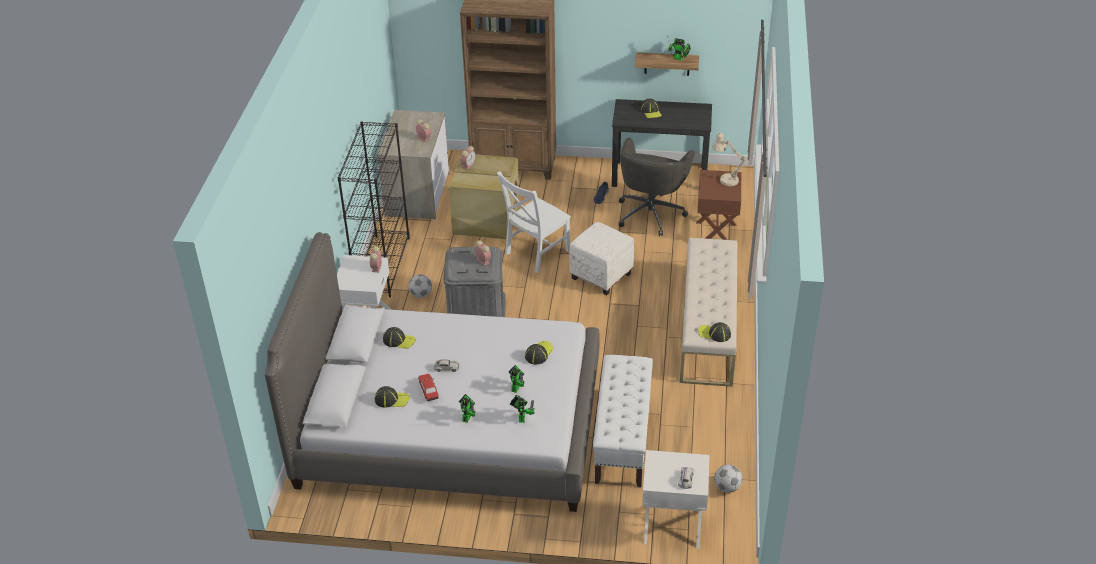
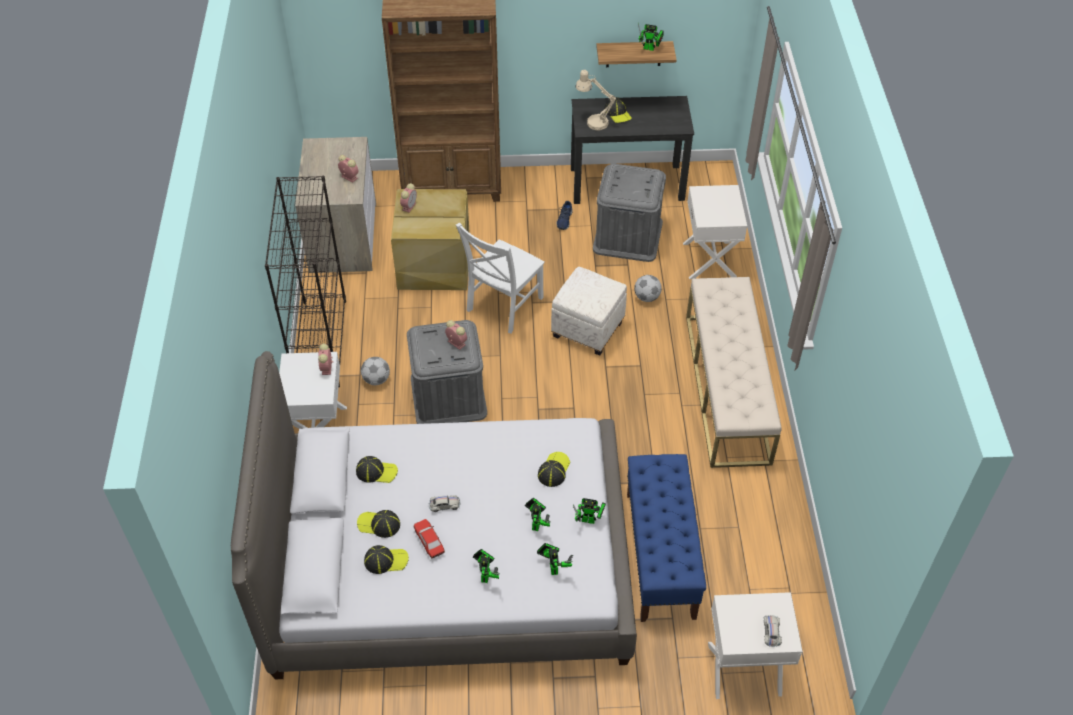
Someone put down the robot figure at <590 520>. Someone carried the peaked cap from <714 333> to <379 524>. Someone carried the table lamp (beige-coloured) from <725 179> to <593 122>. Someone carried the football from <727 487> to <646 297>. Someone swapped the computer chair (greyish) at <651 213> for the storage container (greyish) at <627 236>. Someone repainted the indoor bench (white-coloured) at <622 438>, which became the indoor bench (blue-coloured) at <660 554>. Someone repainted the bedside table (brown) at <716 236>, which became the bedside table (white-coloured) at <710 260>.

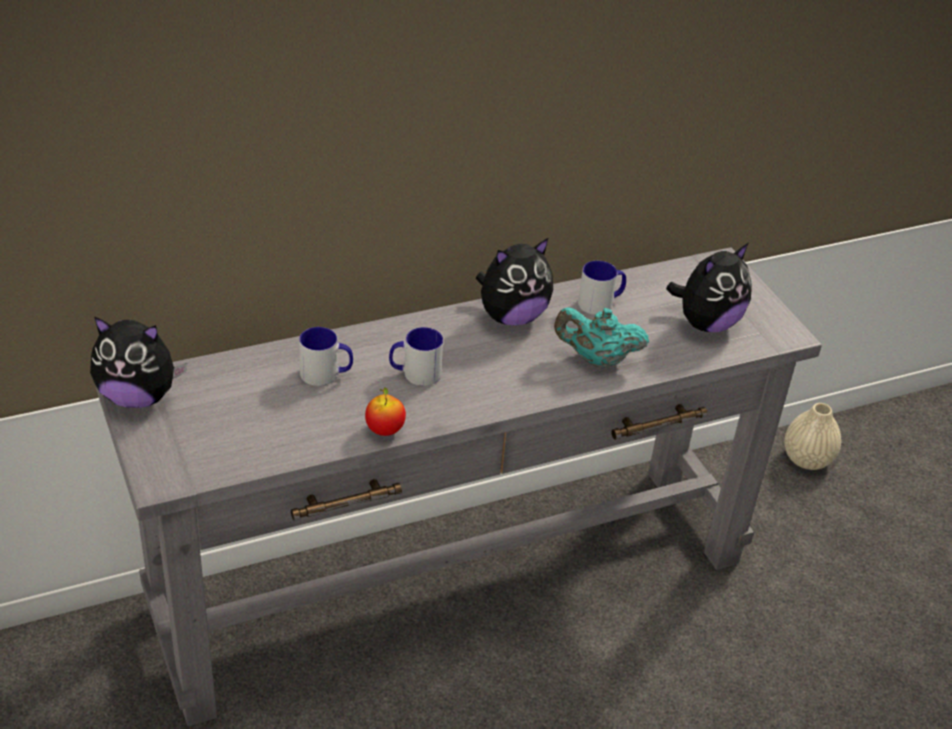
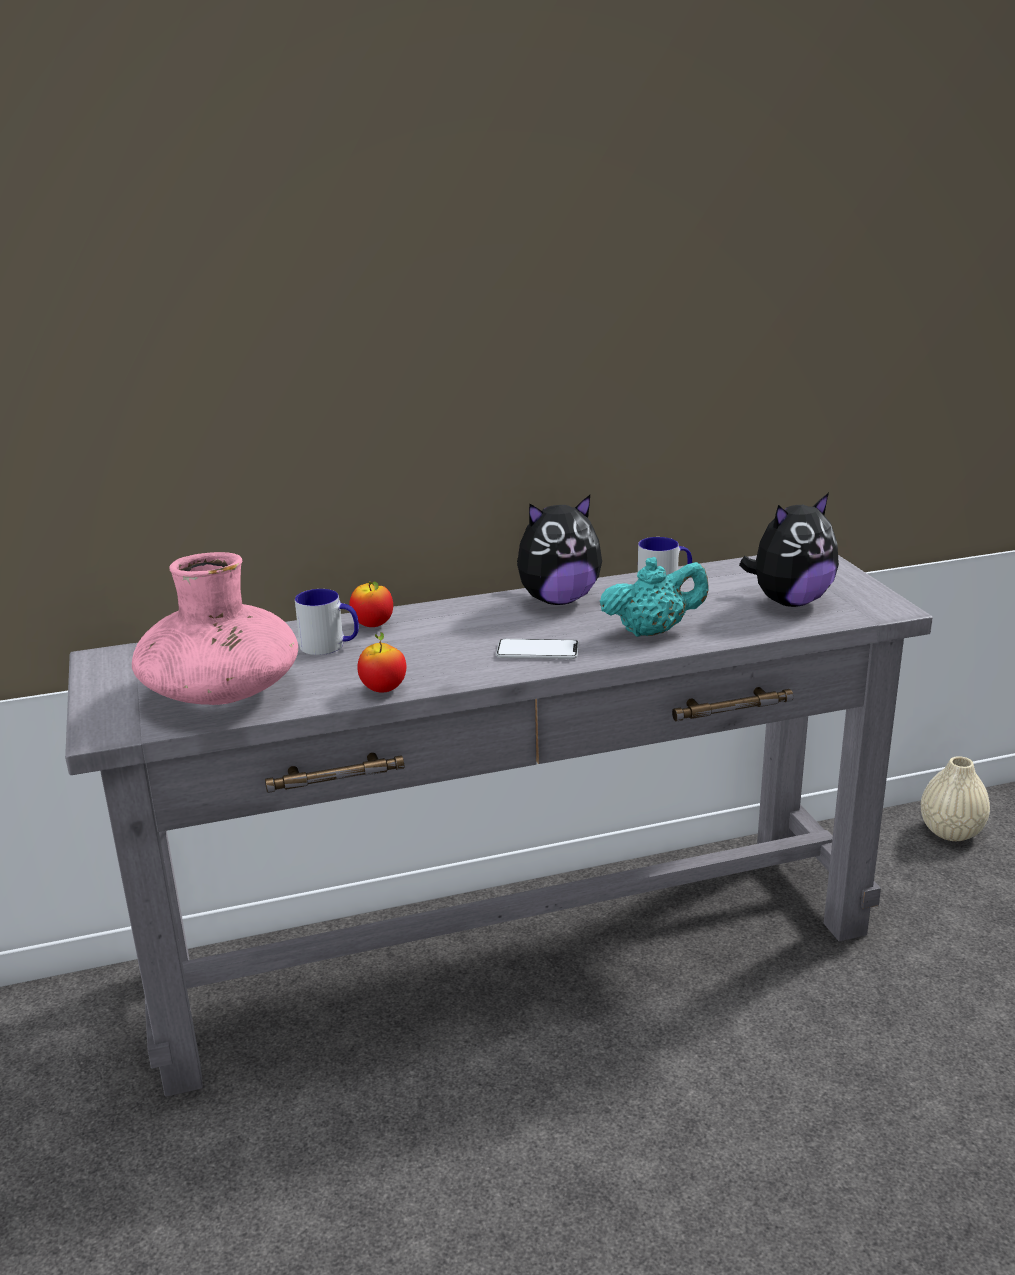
Someone took away the soft toy at <138 397>. Someone took away the tea mug at <414 373>. Someone put down the flower vase (pinkish) at <221 693>. Someone put down the whole apple at <373 625>. Someone put down the handset at <537 651>. Someone rotated the pot for tea (turquoise-coloured) at <597 360> by 150 degrees clockwise.

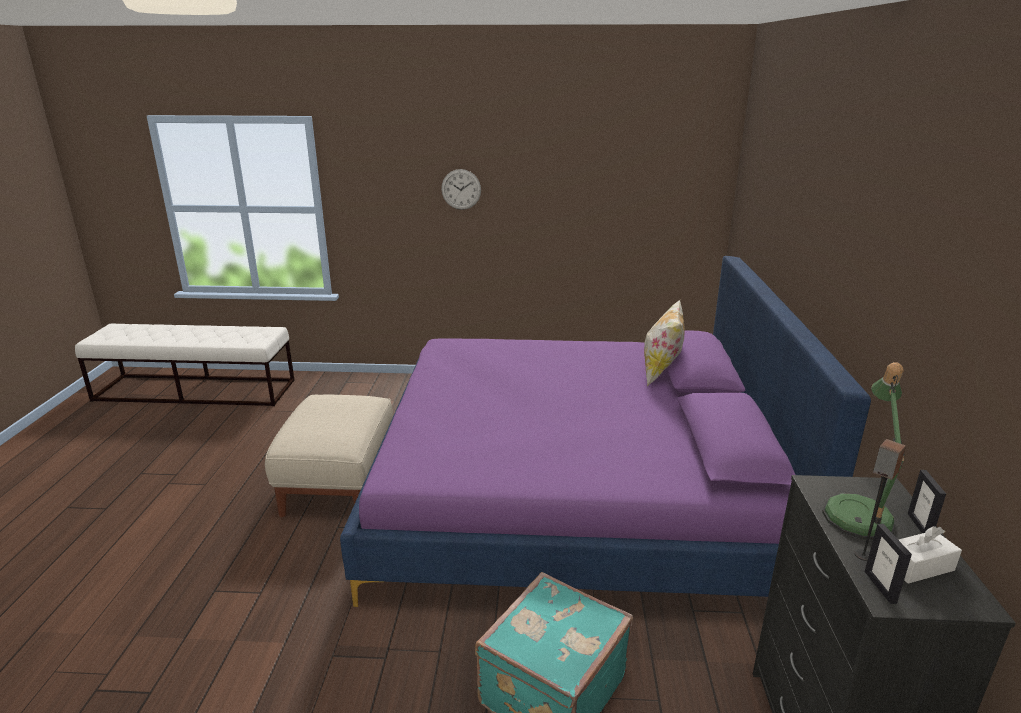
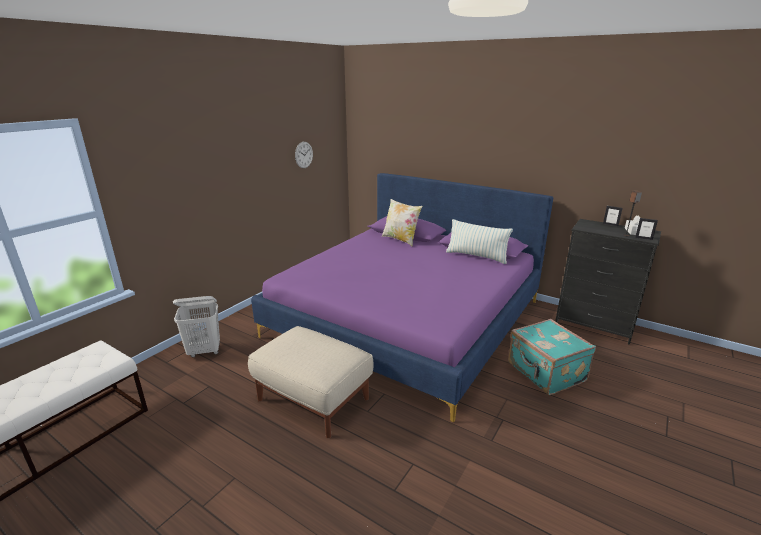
Someone took away the table lamp at <859 512>. Someone put down the laundry basket (white-coloured) at <205 351>. Someone put down the pillow at <476 256>. Someone carried the clock on the wall from <461 189> to <304 155>.

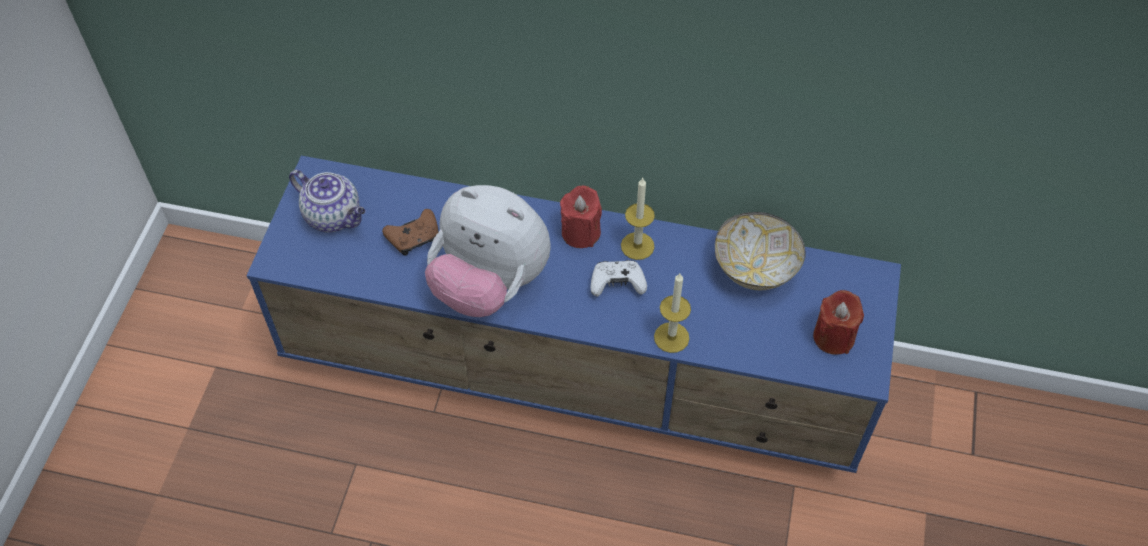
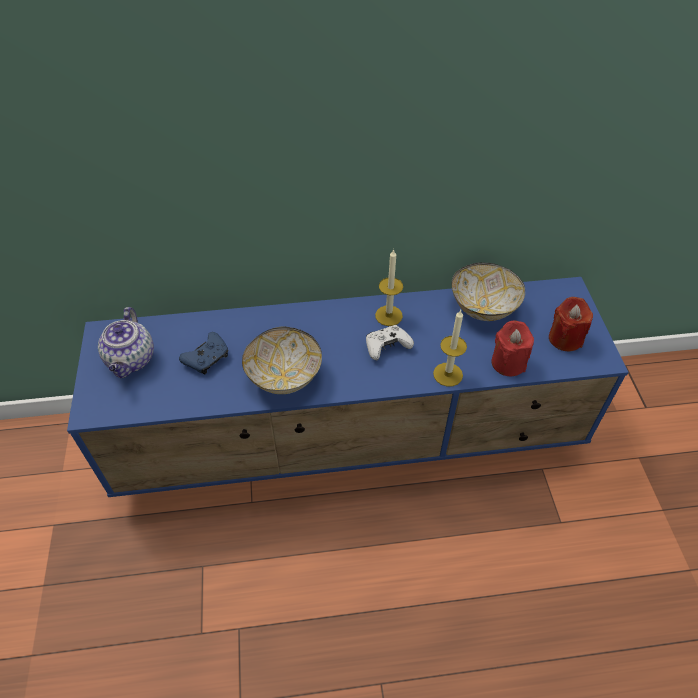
Someone carried the candle (red-coloured) from <580 232> to <508 363>. Someone swapped the soft toy at <489 284> for the deep dish at <285 376>. Someone repainted the game controller (brown) at <414 238>, which became the game controller (blue-coloured) at <207 358>. Someone rotated the pot for tea at <334 216> by 75 degrees clockwise.

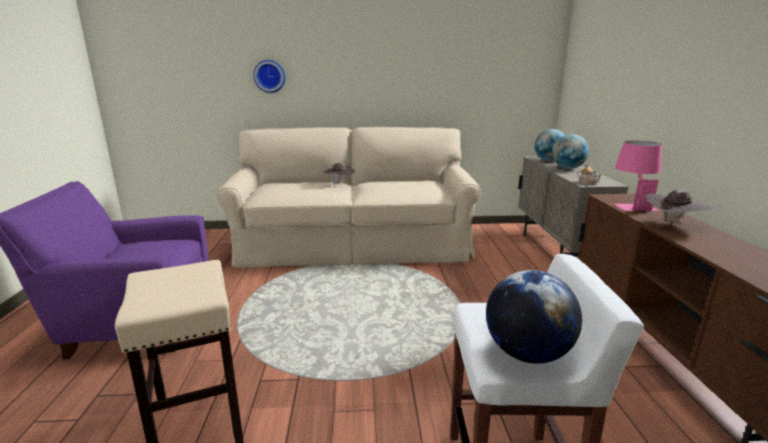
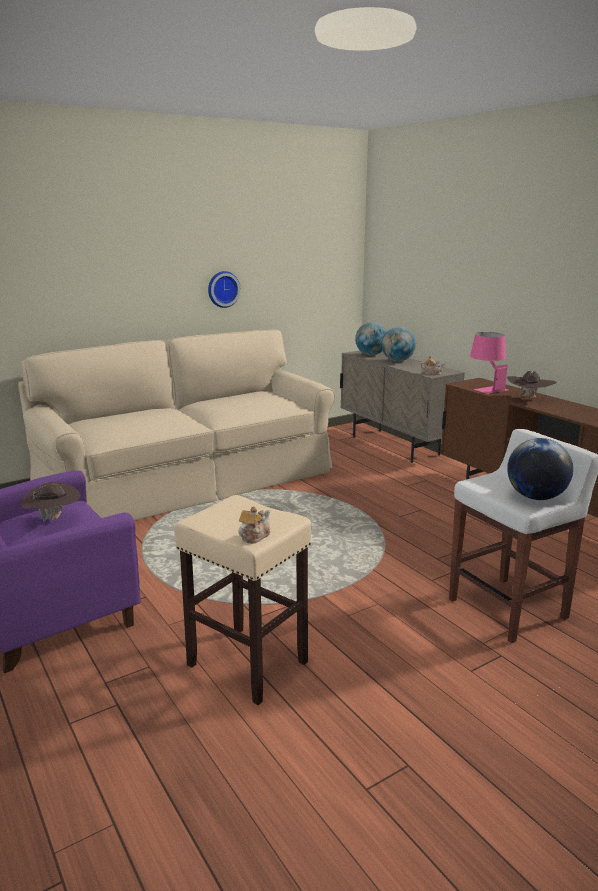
Someone put down the pot for tea at <254 536>. Someone carried the clock on the wall from <269 76> to <222 289>. Someone carried the hat (brown) from <339 184> to <53 519>.

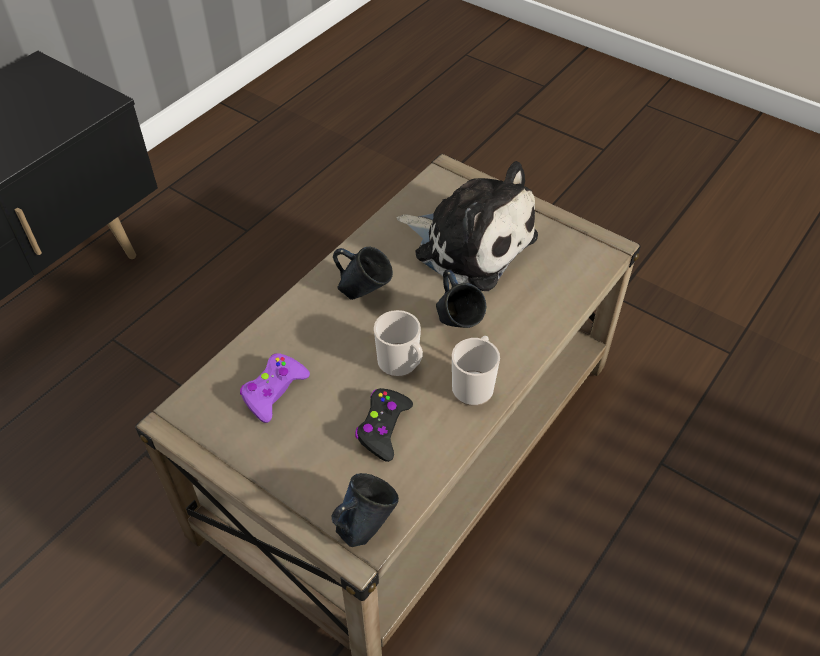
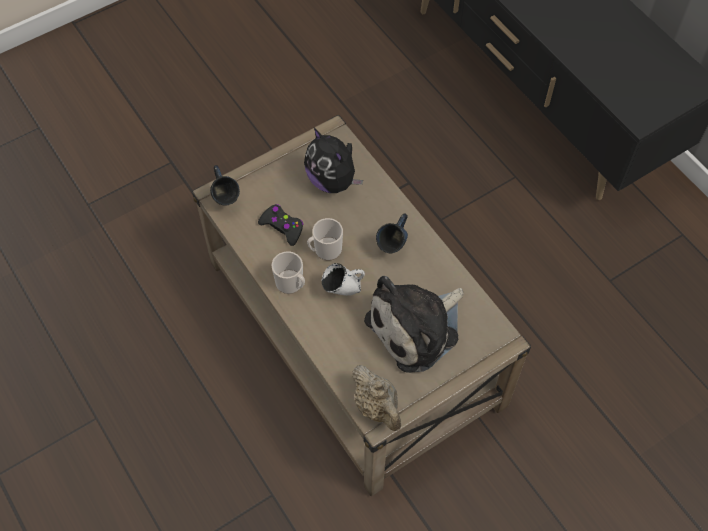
Someone put down the pot for tea (beige-coloured) at <377 407>. Someone swapped the game controller (purple-coloured) at <274 391> for the soft toy at <333 181>. Someone repainted the tea mug (blue-coloured) at <456 325>, which became the tea mug (white-coloured) at <343 291>.

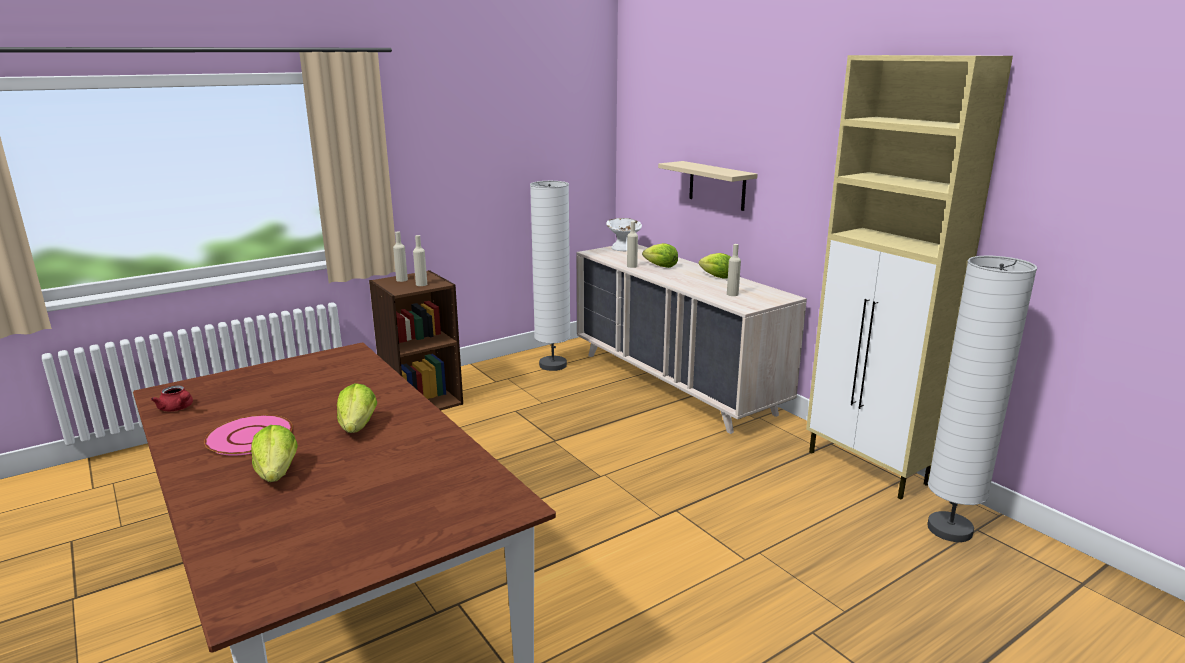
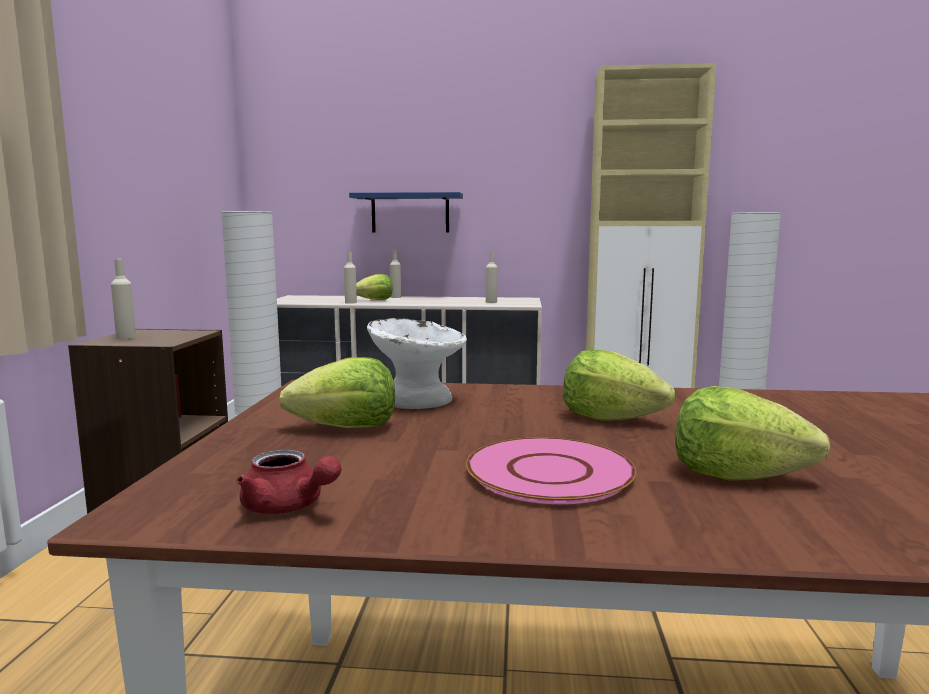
Someone carried the beverage bottle (beige-coloured) from <421 284> to <395 297>. Someone carried the deep dish (white-coloured) from <623 248> to <416 400>. Someone carried the head of lettuce from <717 277> to <346 428>. Someone repainted the shelf (beige-coloured) at <717 185>, which became the shelf (blue-coloured) at <410 213>. Someone rotated the pot for tea (red-coloured) at <177 408> by 45 degrees clockwise.

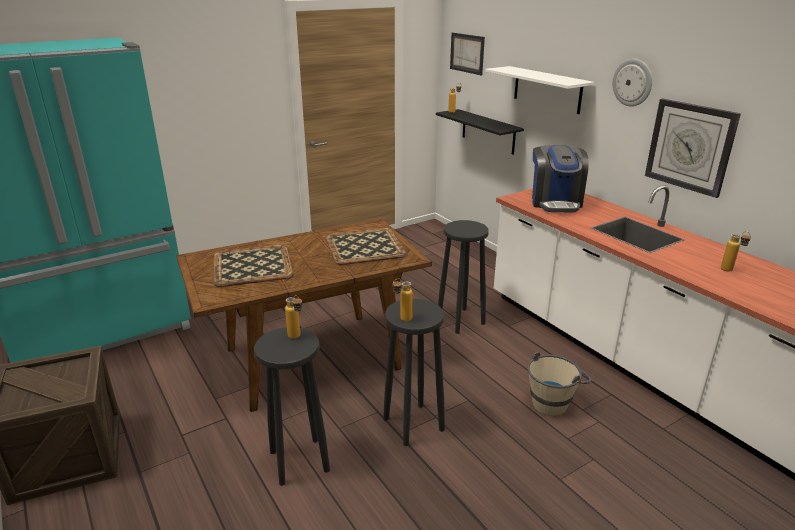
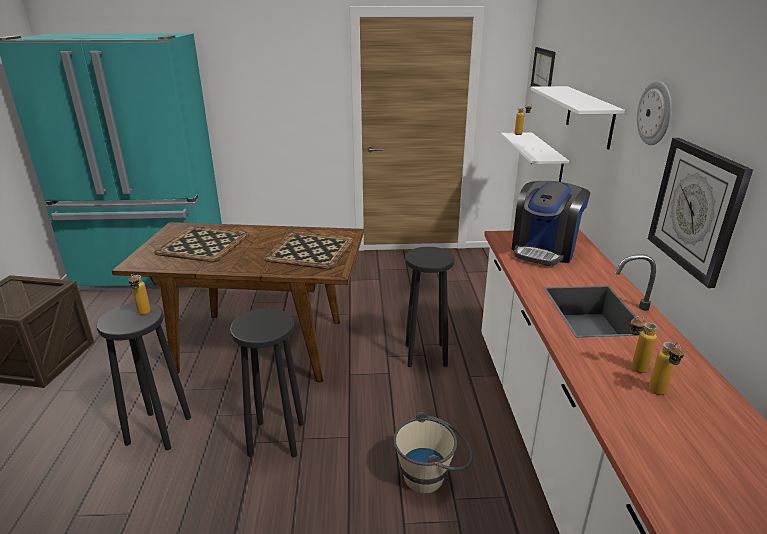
Someone carried the beverage bottle from <402 320> to <632 369>. Someone repainted the shelf (black-coloured) at <488 131>, which became the shelf (white-coloured) at <546 160>.

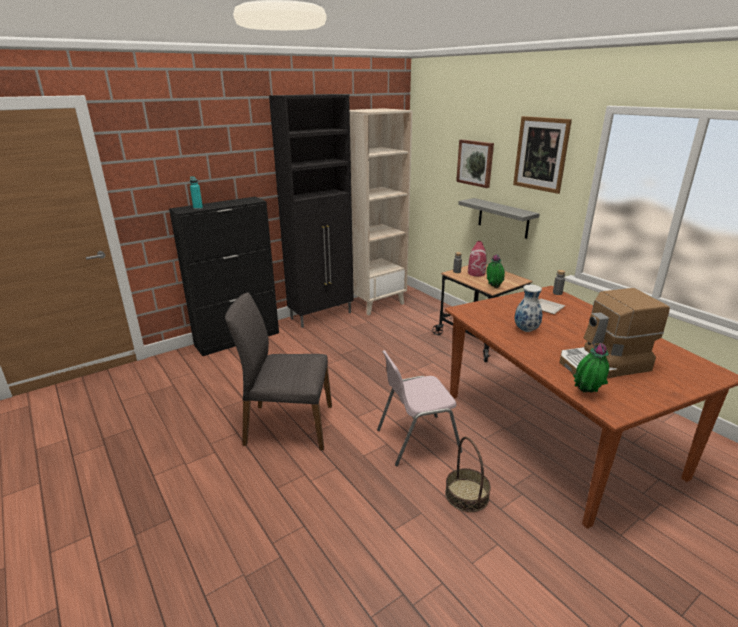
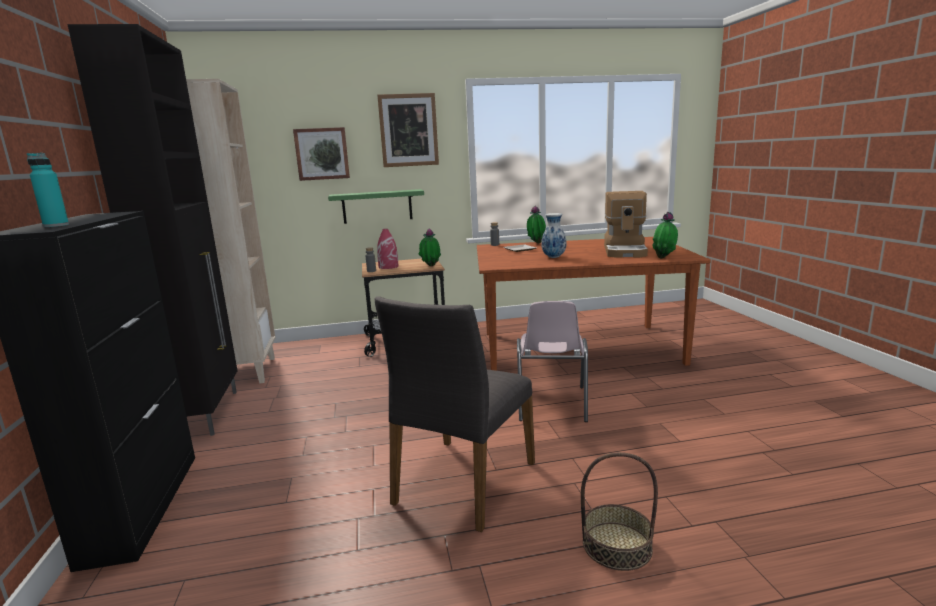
Someone put down the houseplant at <536 243>. Someone carried the basket from <466 495> to <617 546>. Someone repainted the shelf (greyish) at <503 218>, which became the shelf (green) at <377 206>.

